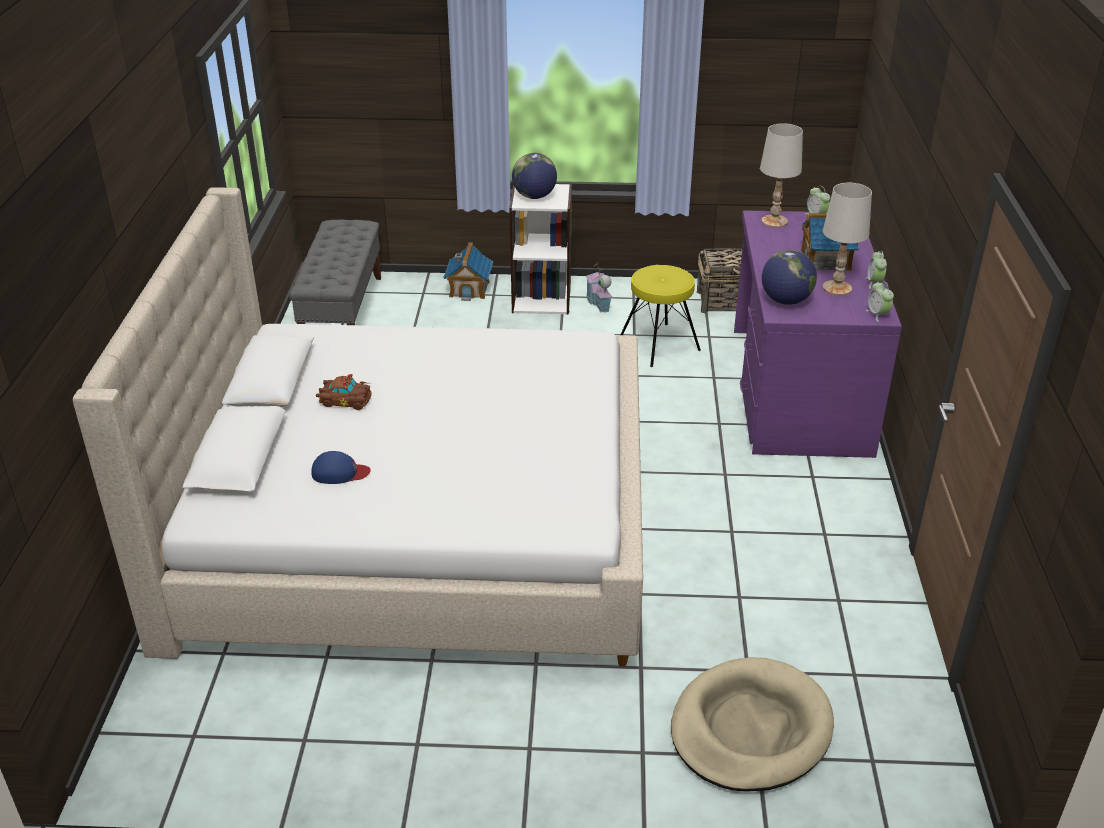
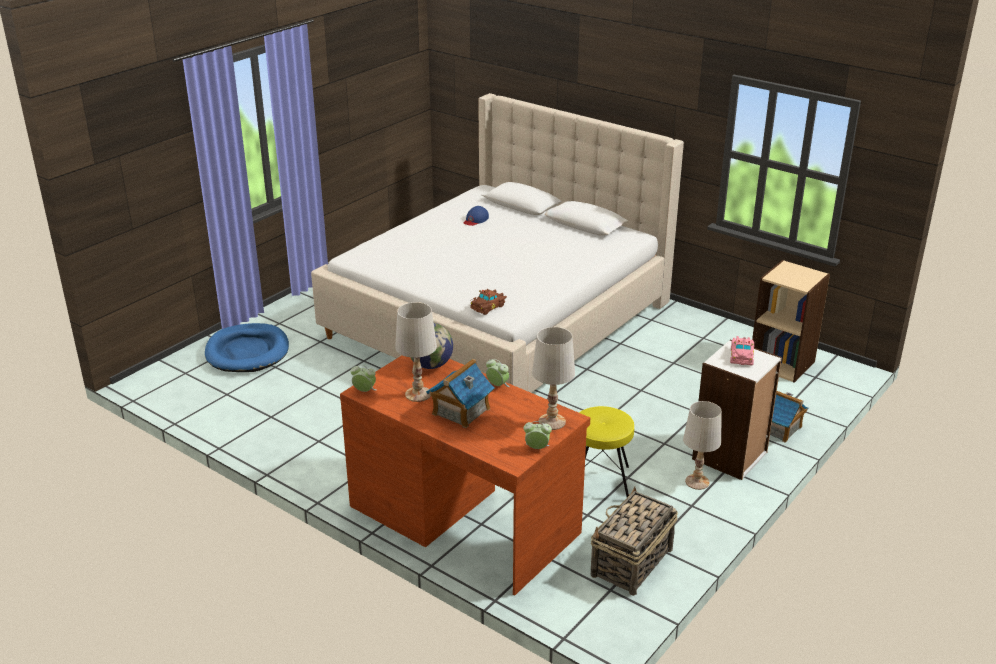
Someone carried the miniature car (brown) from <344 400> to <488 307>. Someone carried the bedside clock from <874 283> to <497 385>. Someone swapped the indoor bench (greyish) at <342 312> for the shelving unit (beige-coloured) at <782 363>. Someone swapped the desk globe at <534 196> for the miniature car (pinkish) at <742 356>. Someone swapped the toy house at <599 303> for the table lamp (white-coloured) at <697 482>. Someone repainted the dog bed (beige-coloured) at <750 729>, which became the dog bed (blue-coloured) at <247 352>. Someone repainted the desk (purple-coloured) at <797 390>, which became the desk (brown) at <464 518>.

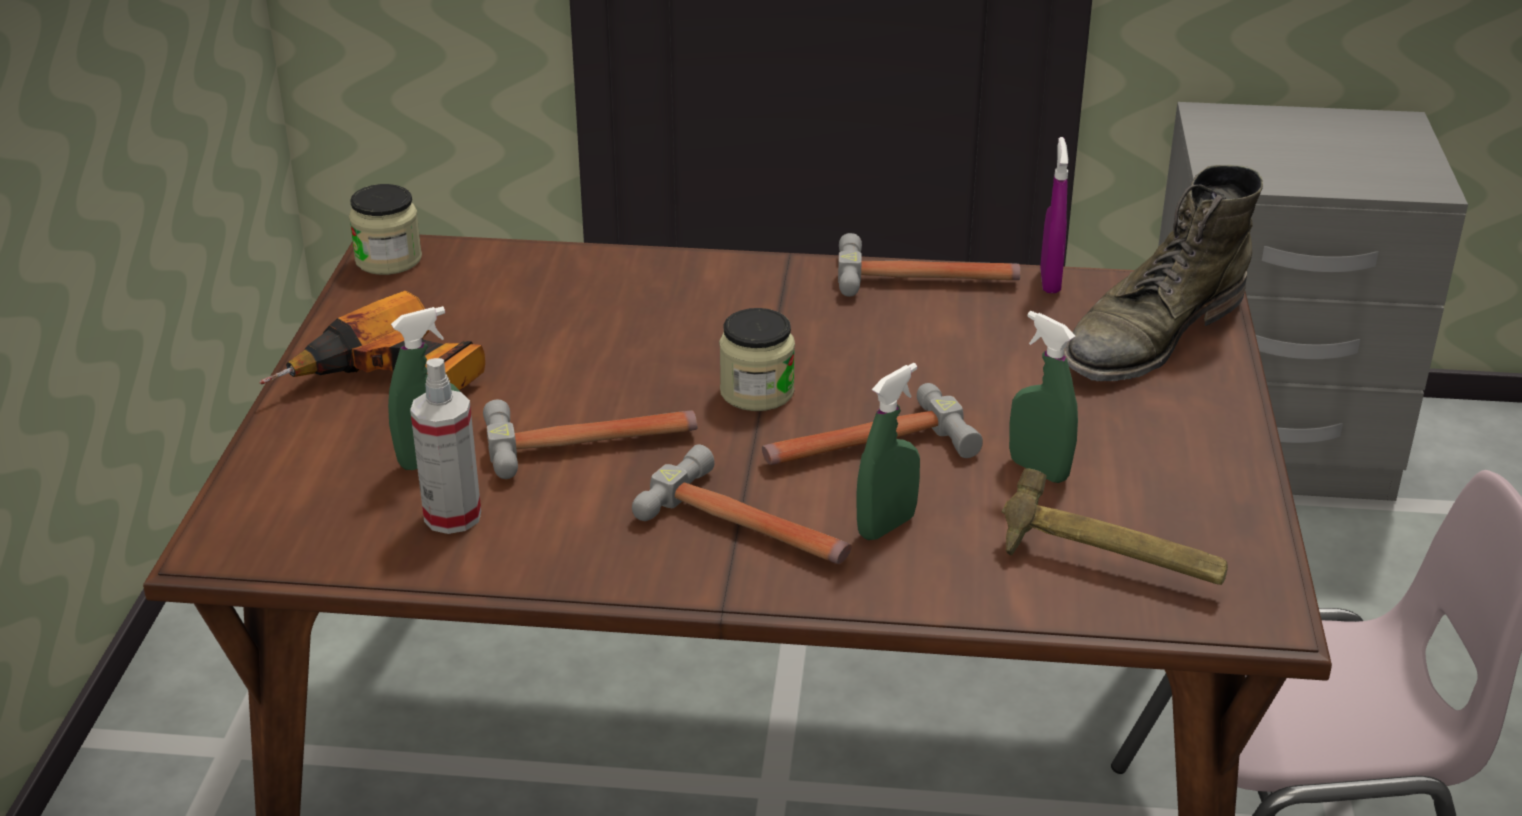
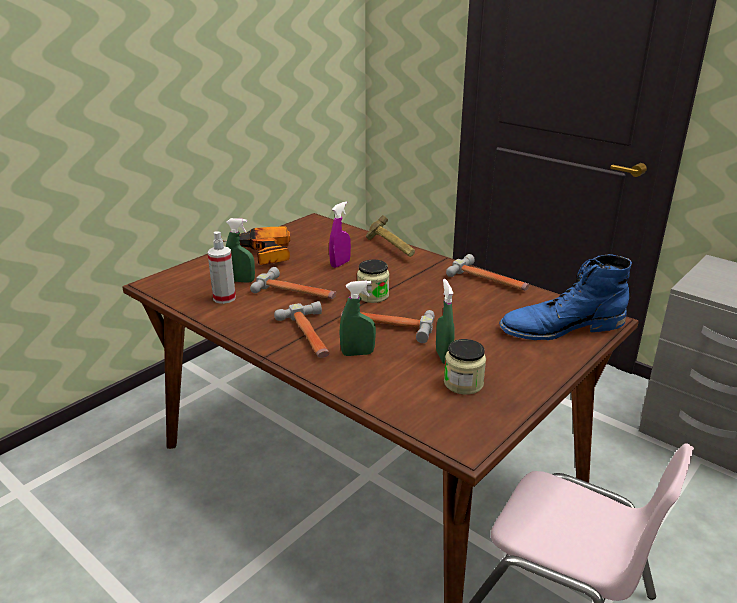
Someone carried the jar from <388 260> to <463 383>. Someone carried the hammer from <1108 567> to <391 249>. Someone carried the sprayer (purple-coloured) from <1050 281> to <340 264>. Someone repainted the high-top boot (green) at <1151 334>, which became the high-top boot (blue-coloured) at <561 327>.

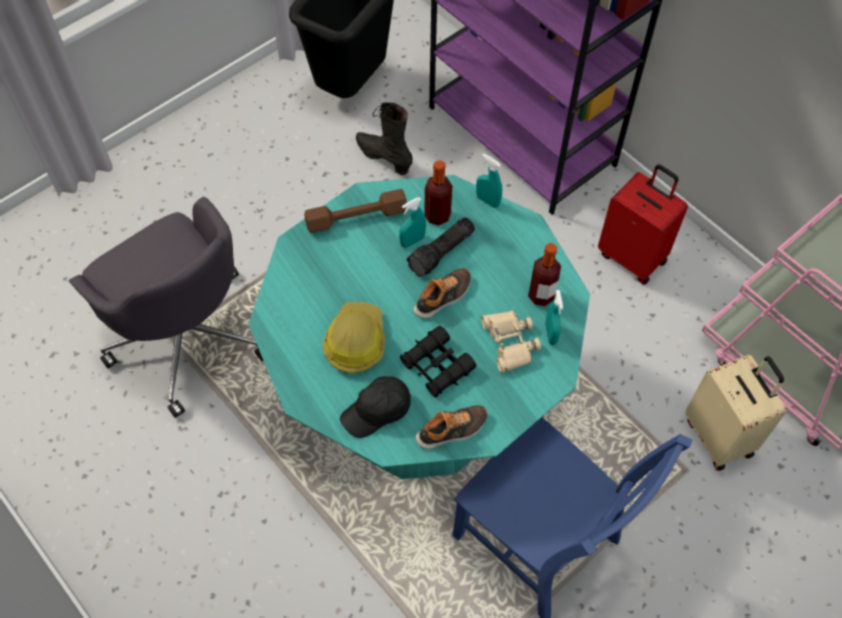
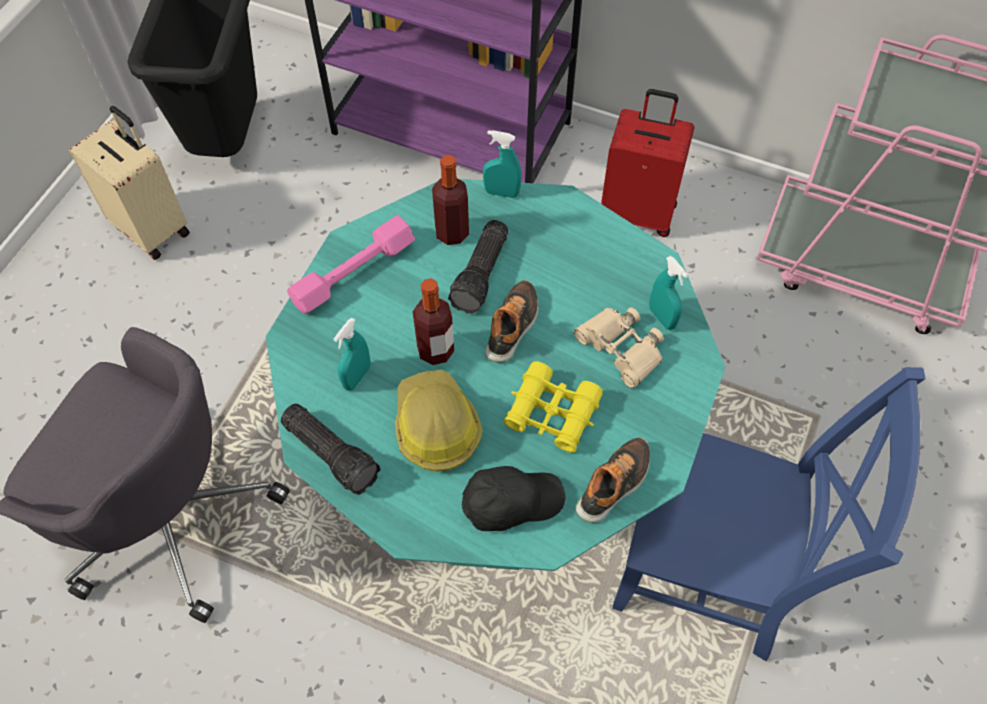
Someone took away the high-top boot (black-coloured) at <384 157>. Someone put down the flashlight at <332 453>. Someone carried the sprayer (turquoise-coloured) from <412 241> to <357 377>. Someone carried the beverage bottle from <541 295> to <435 350>. Someone carried the suitcase (beige-coloured) from <720 436> to <153 228>. Someone repainted the hand weight (brown) at <356 217>, which became the hand weight (pinkish) at <354 273>. Someone repainted the binoculars (black-coloured) at <437 366>, which became the binoculars (yellow) at <552 413>. Someone rotated the peaked cap (black-coloured) at <377 411> by 135 degrees counterclockwise.

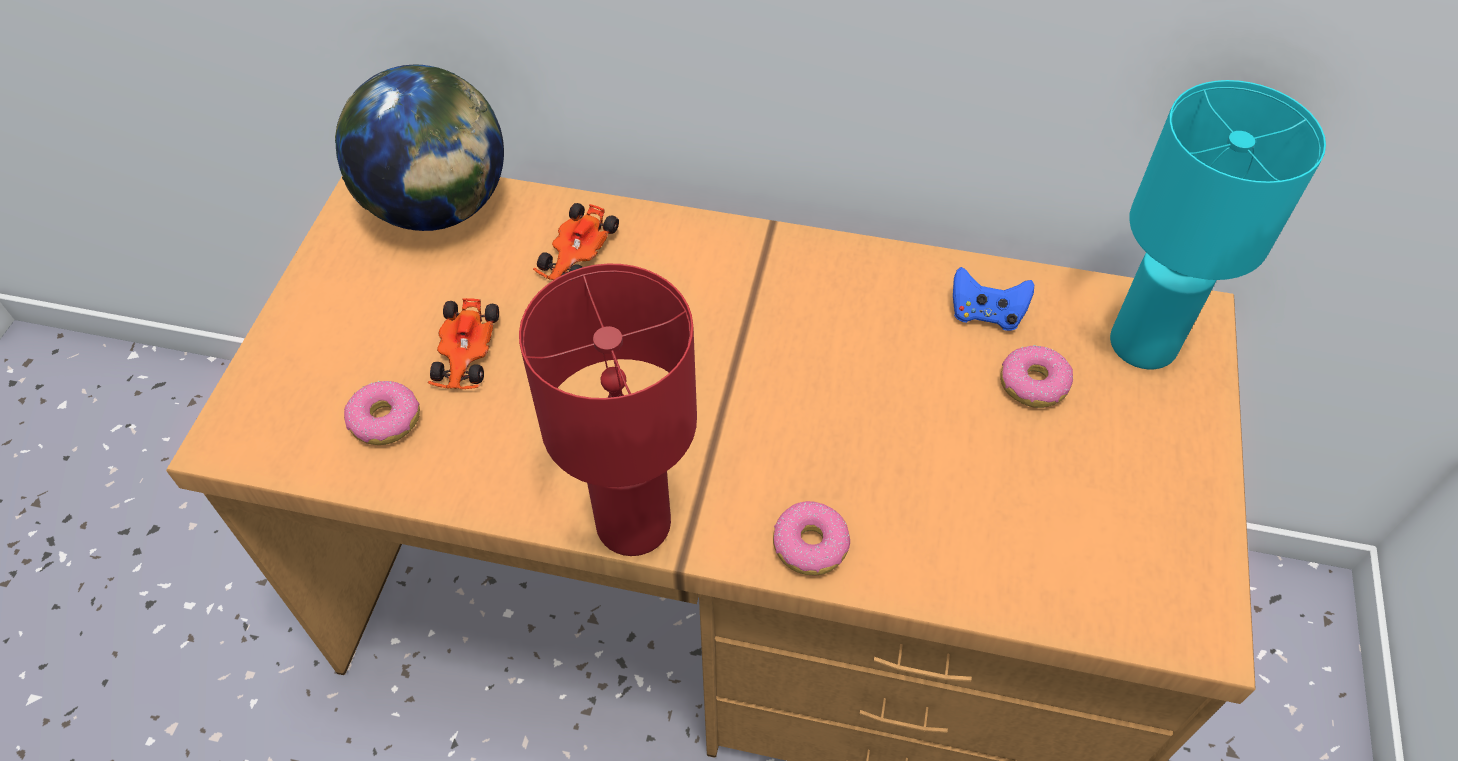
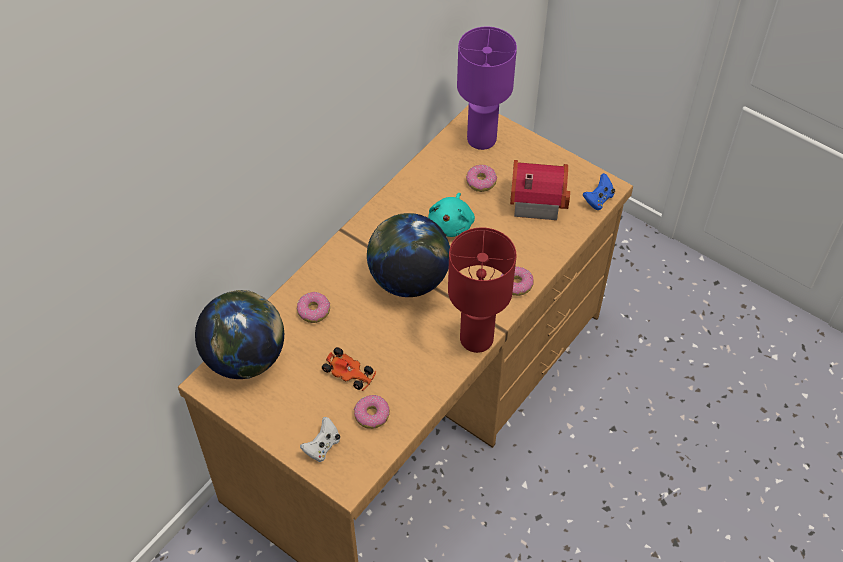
Someone put down the game controller (white-coloured) at <322 446>. Someone put down the desk globe at <409 280>. Someone put down the soft toy (turquoise-coloured) at <451 224>. Someone put down the toy house at <535 199>. Someone carried the game controller (blue-coloured) from <986 314> to <598 199>. Someone swapped the miniature car at <576 253> for the donut at <313 311>. Someone repainted the table lamp (turquoise-coloured) at <1142 346>, which became the table lamp (purple-coloured) at <482 140>.

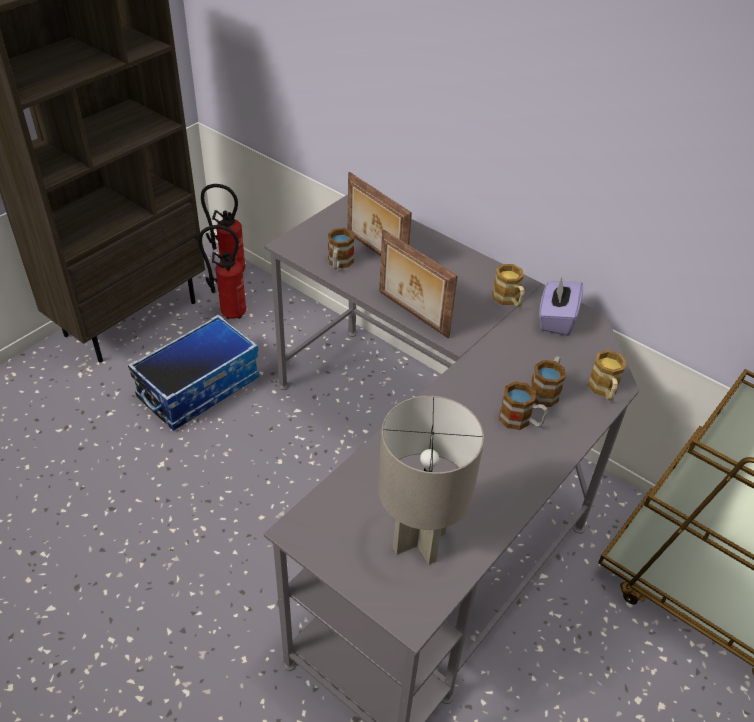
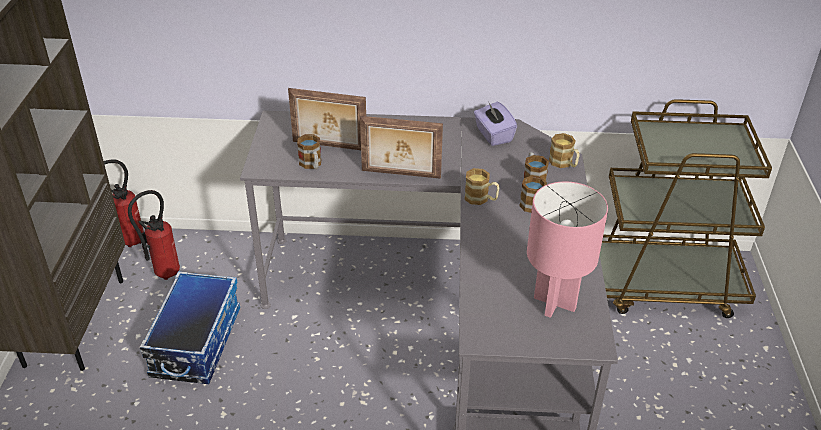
Someone carried the tea mug from <508 300> to <481 199>. Someone repainted the table lamp (greyish) at <418 541>, which became the table lamp (pinkish) at <554 303>.

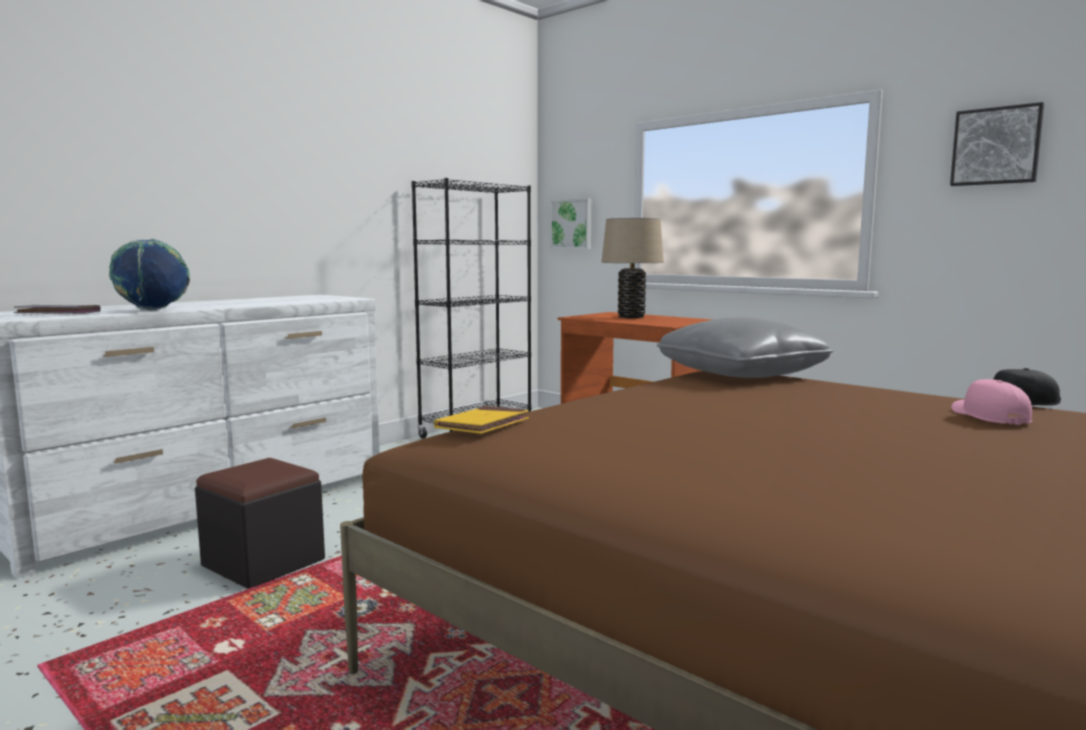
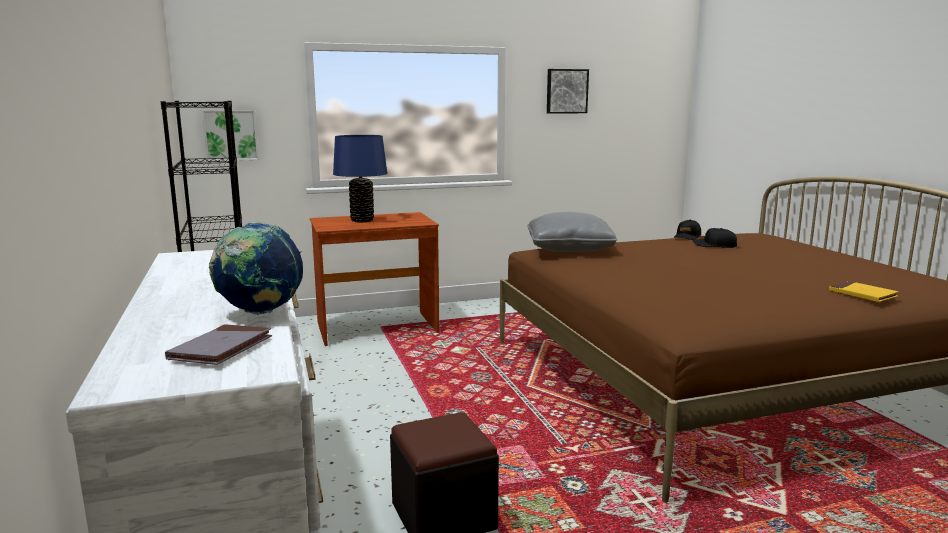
Someone carried the bound book (yellow) from <483 425> to <862 294>. Someone repainted the table lamp (beige-coloured) at <631 317>, which became the table lamp (blue-coloured) at <362 220>. Someone repainted the peaked cap (pinkish) at <988 416>, which became the peaked cap (black-coloured) at <714 245>.

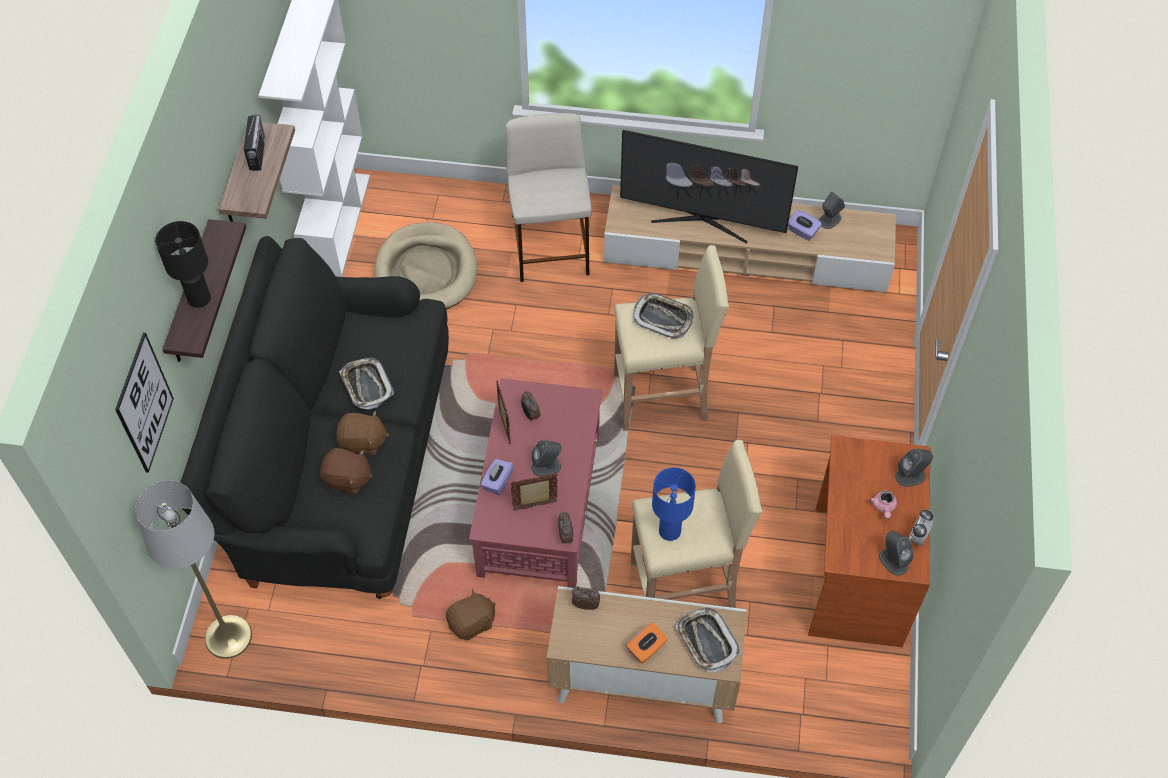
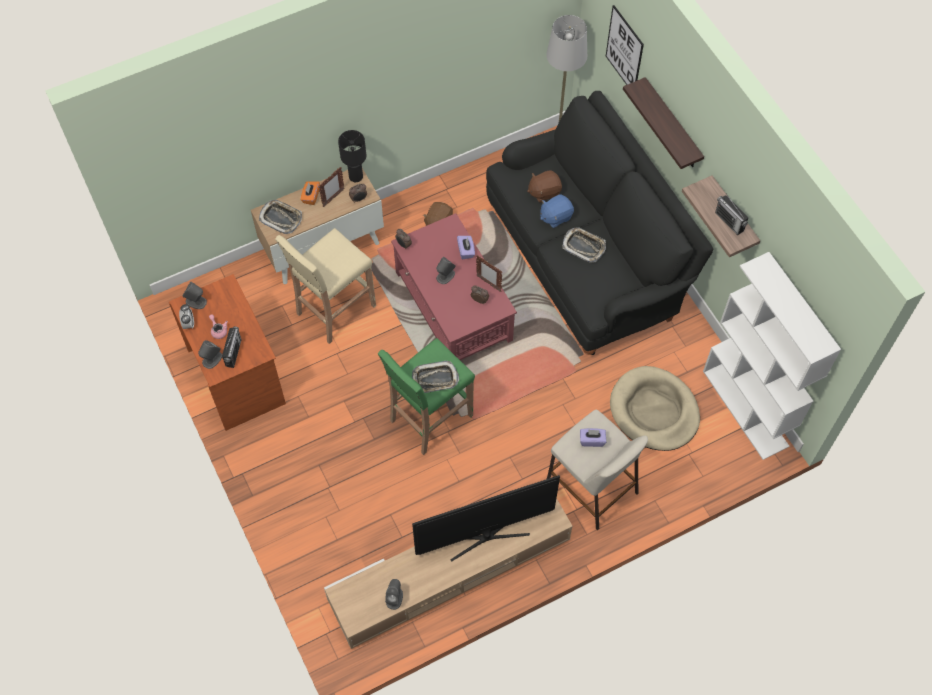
Someone took away the table lamp (blue-coloured) at <670 532>. Someone put down the radio at <233 353>. Someone carried the table lamp (black-coloured) from <199 298> to <356 177>. Someone carried the picture frame from <535 506> to <333 198>. Someone carried the tissue holder (purple-coloured) from <802 231> to <592 440>. Someone repainted the soft toy (brown) at <363 442>, which became the soft toy (blue-coloured) at <555 216>. Someone repainted the stool seat (beige-coloured) at <663 397>, which became the stool seat (green) at <429 419>.

